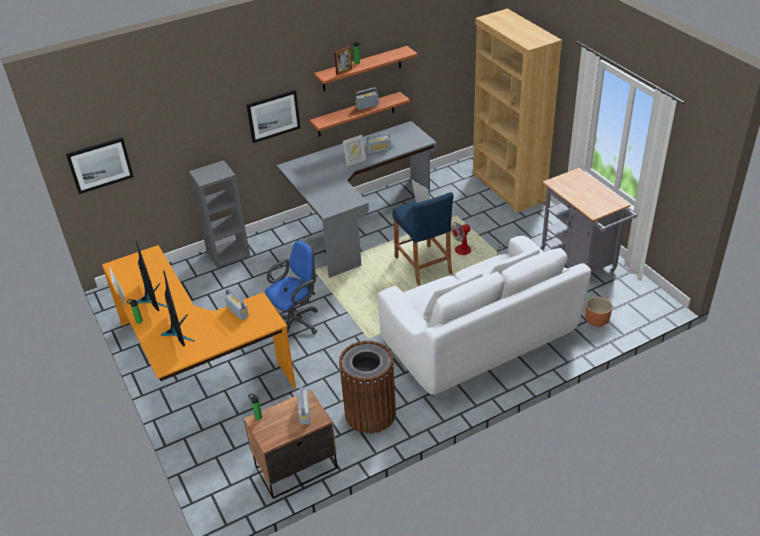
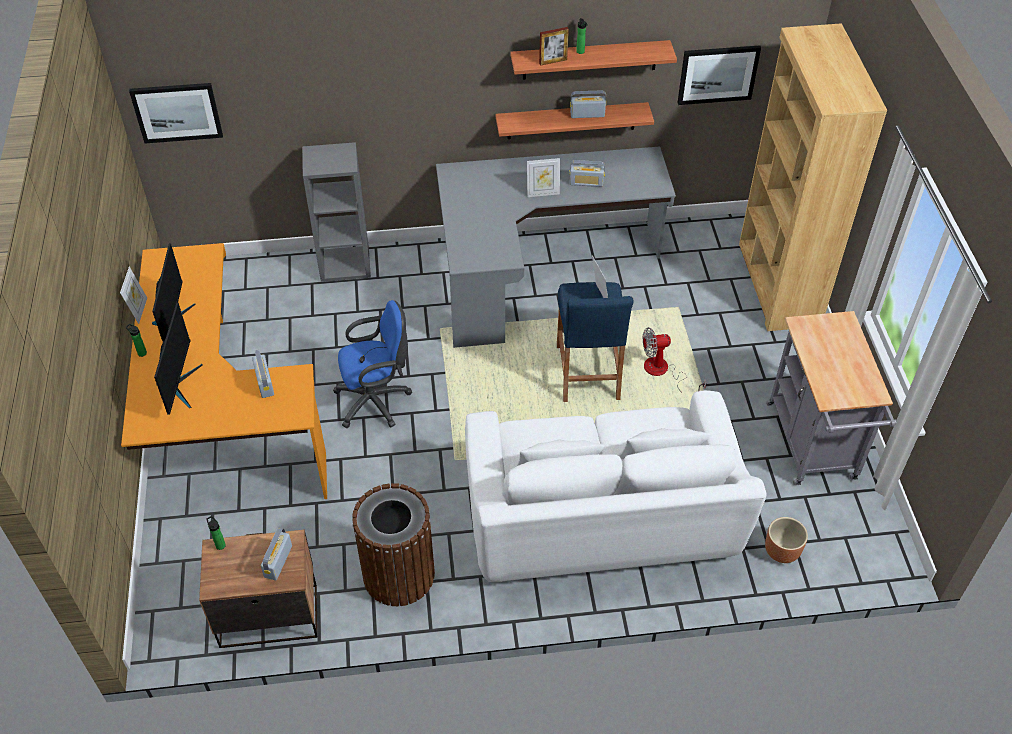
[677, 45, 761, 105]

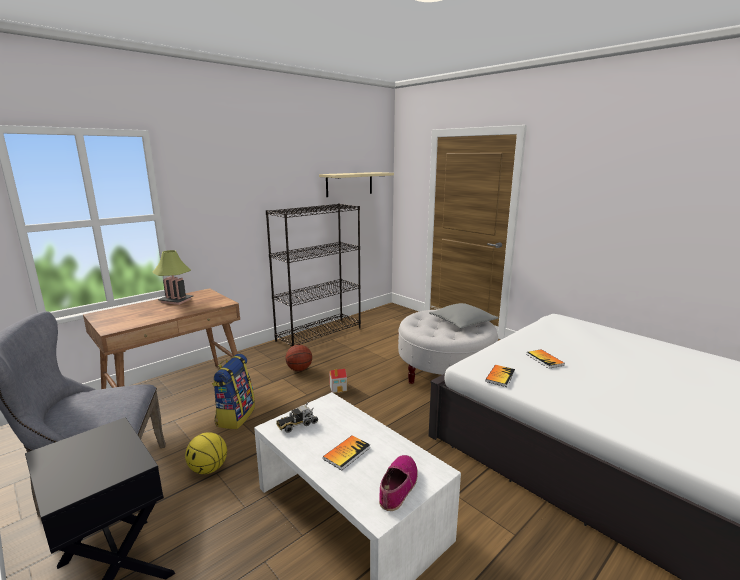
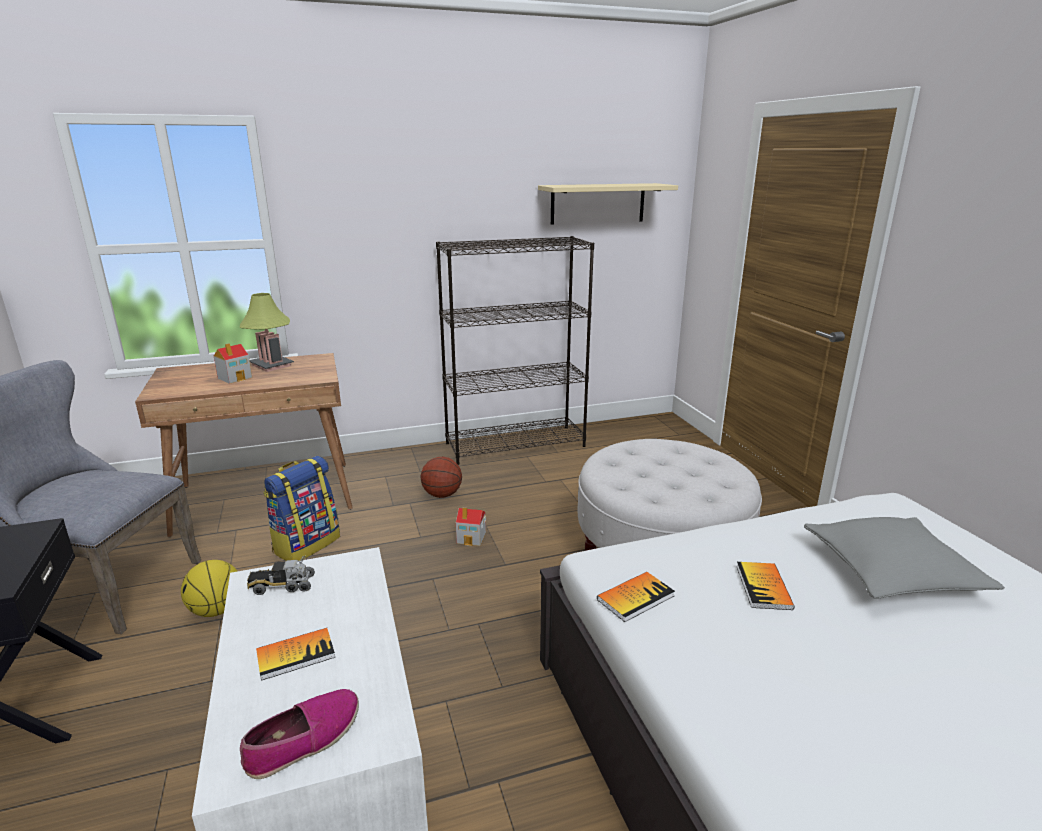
[804, 517, 1005, 599]
[214, 343, 252, 384]

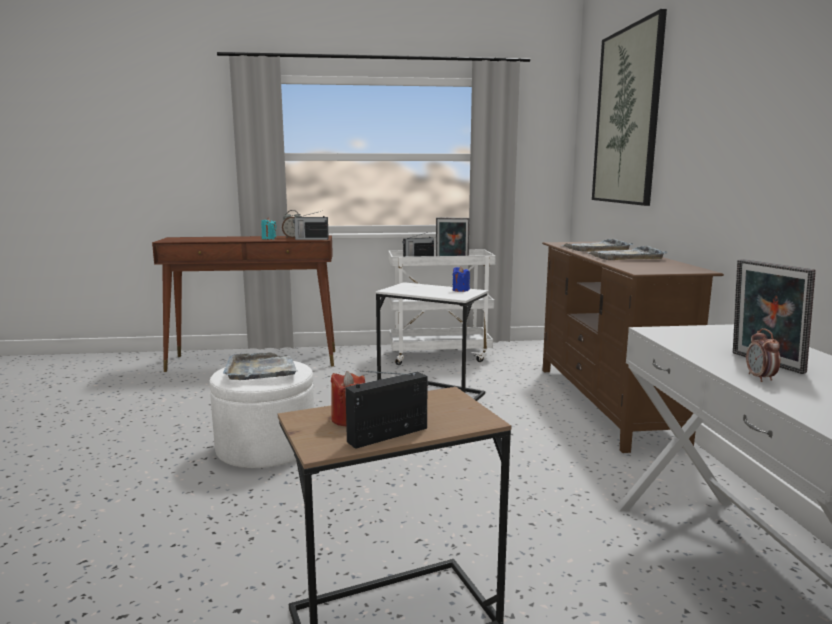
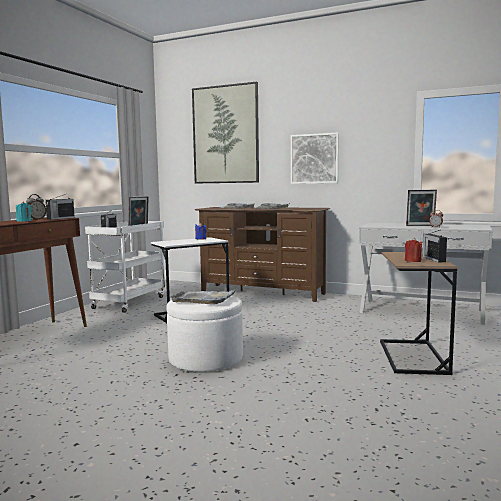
[291, 133, 339, 184]

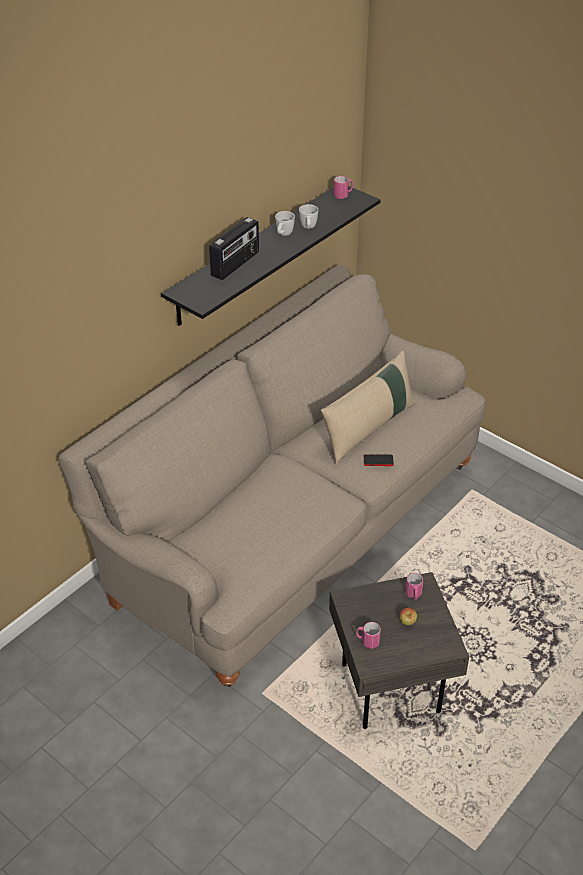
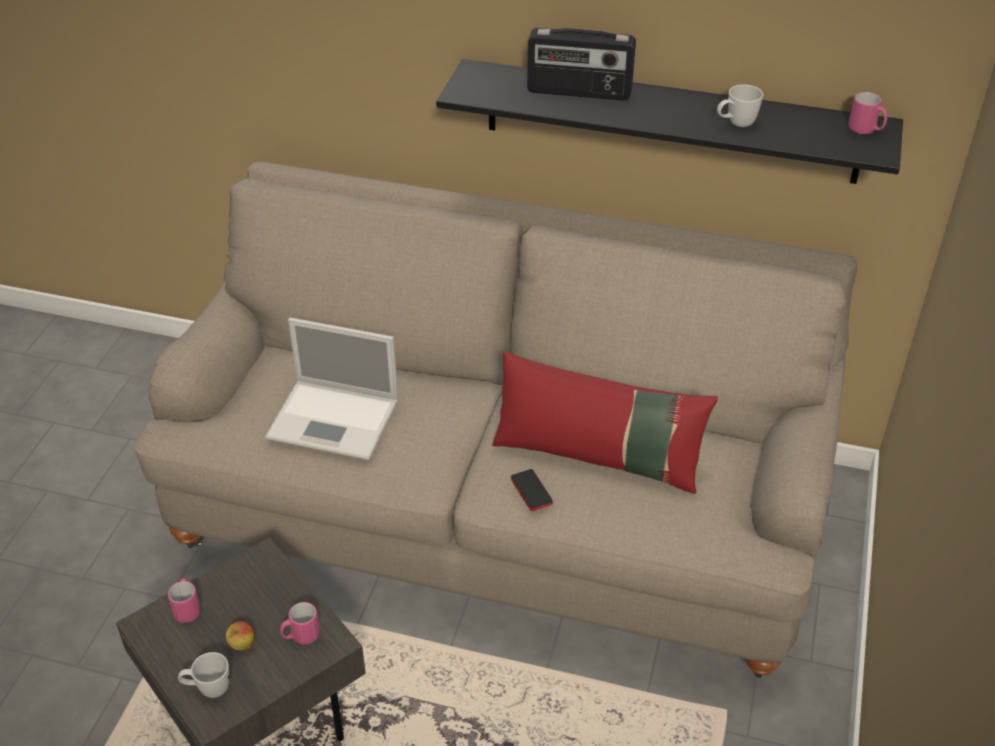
[178, 652, 230, 698]
[492, 351, 718, 494]
[265, 318, 398, 461]

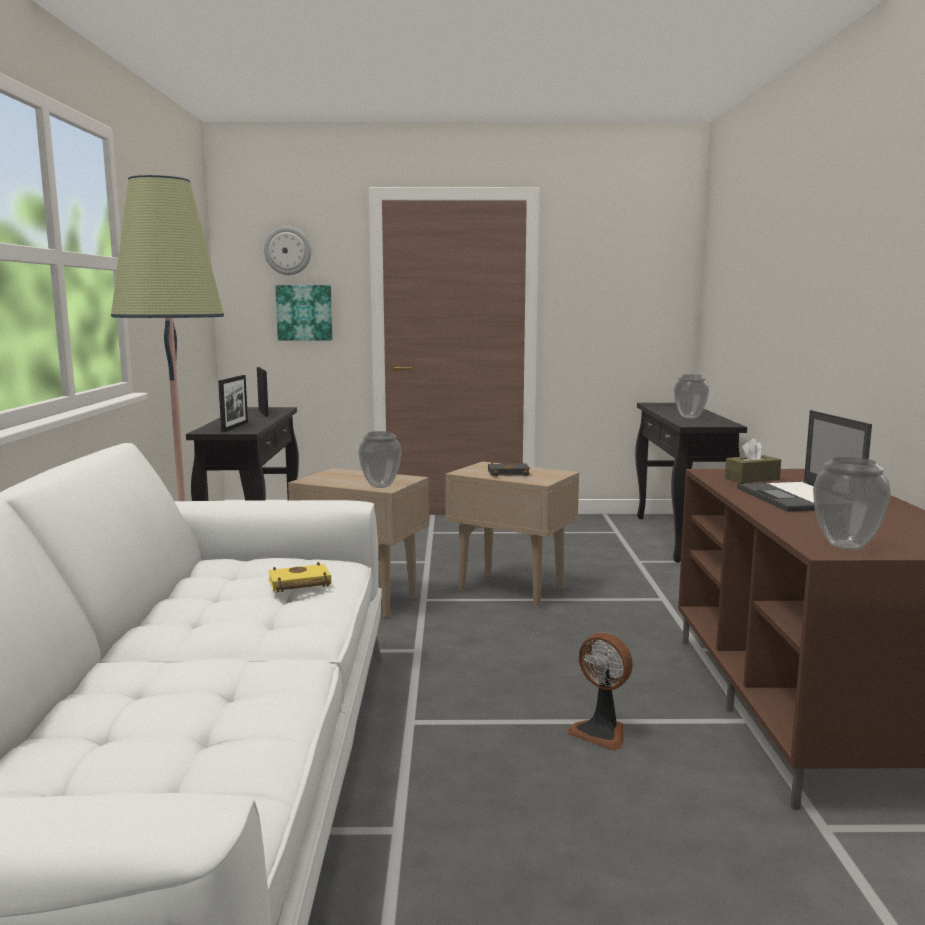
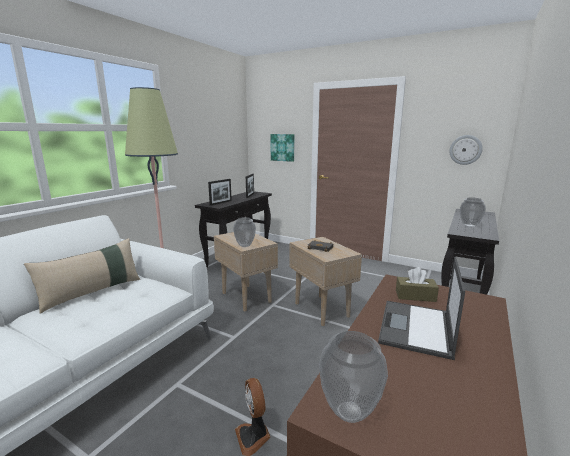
[449, 135, 483, 165]
[268, 562, 331, 592] (first image)
[24, 238, 140, 314]

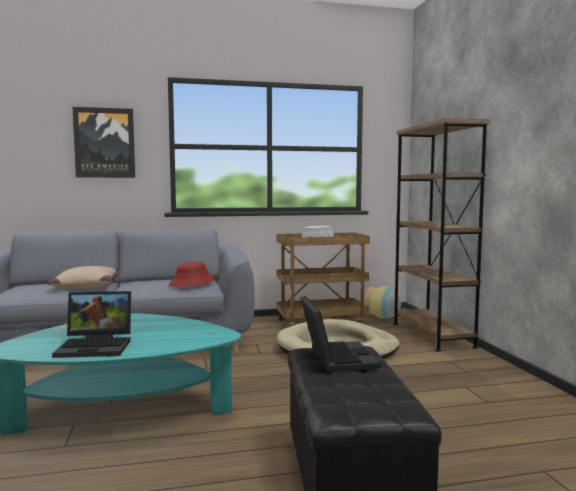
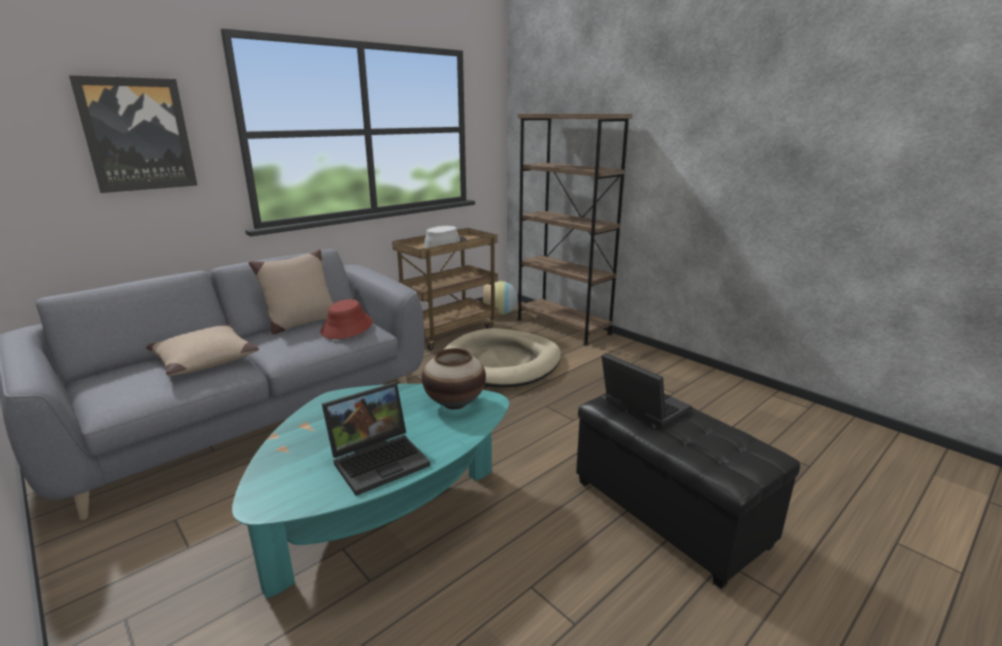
[248, 249, 334, 334]
[422, 348, 486, 410]

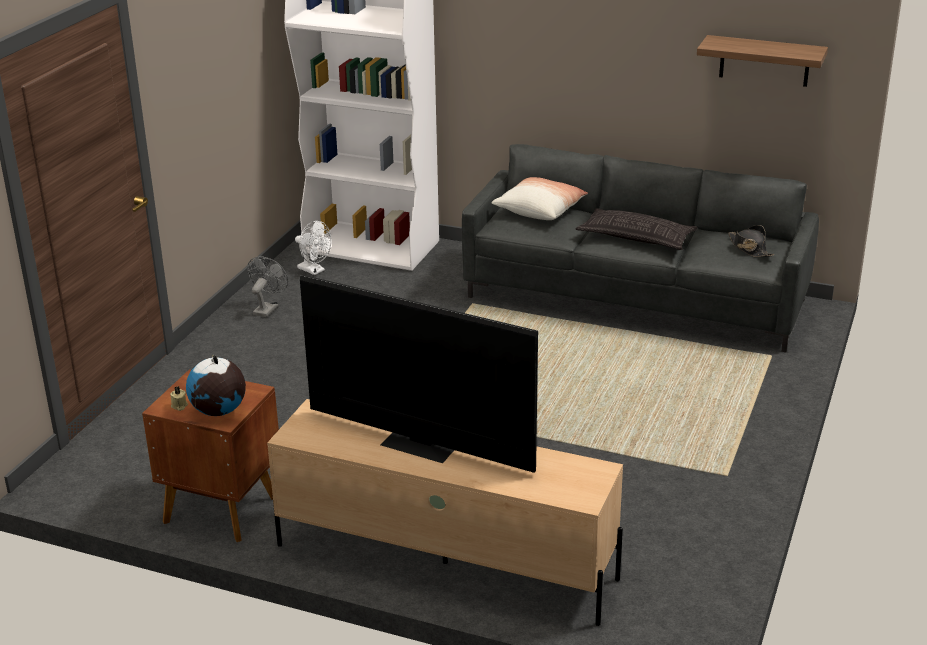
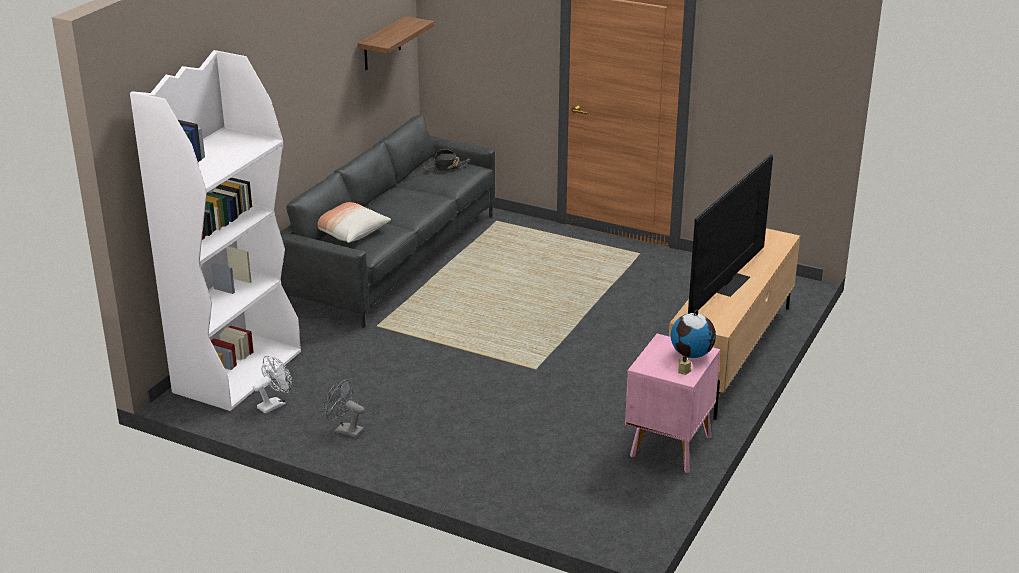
[576, 208, 698, 250] (first image)
[625, 334, 720, 473]

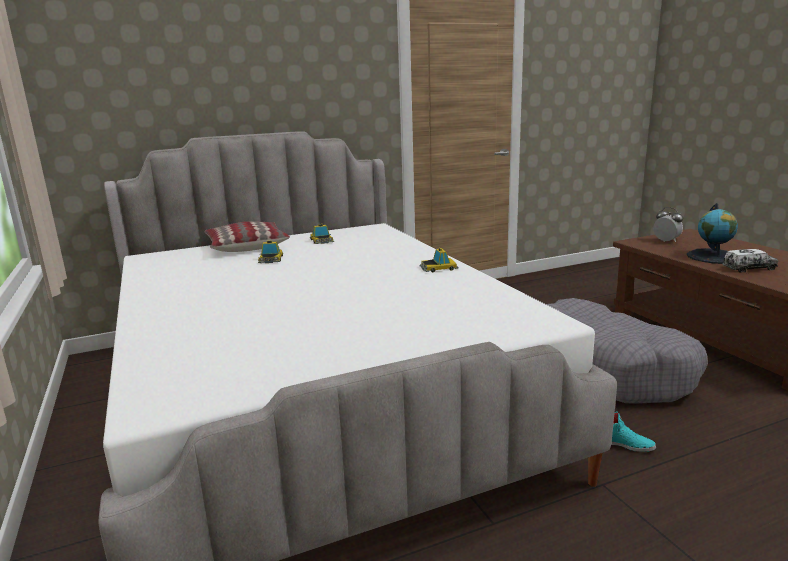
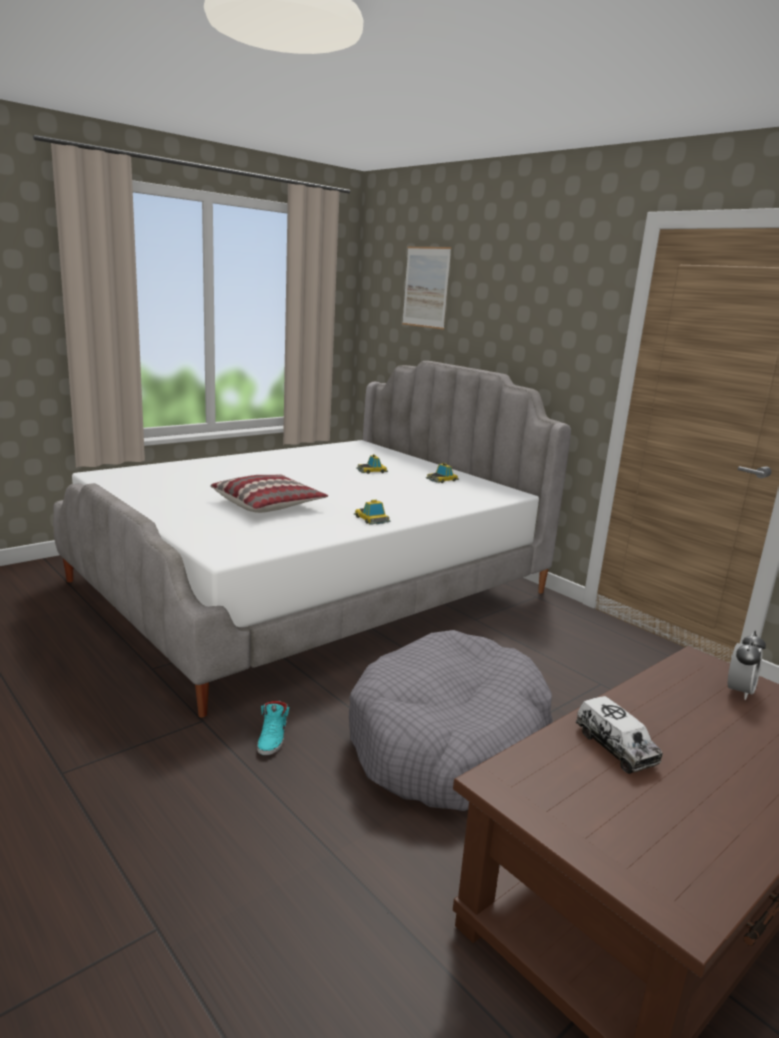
[687, 203, 738, 264] (first image)
[210, 475, 328, 513]
[402, 247, 451, 330]

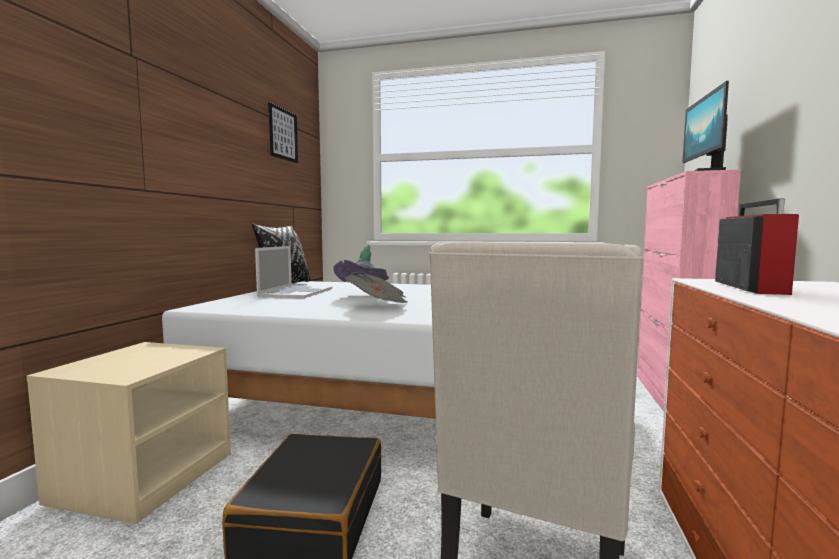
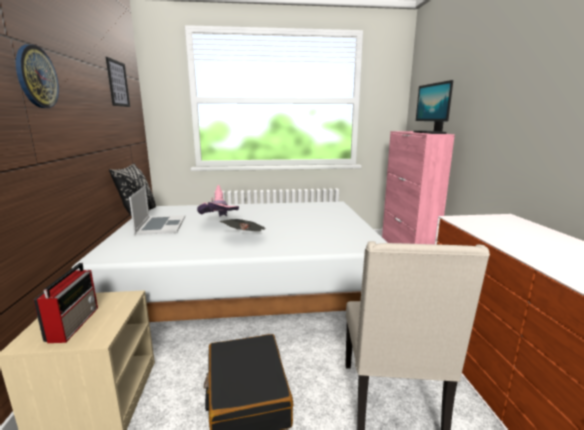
[33, 263, 98, 343]
[197, 185, 239, 217]
[16, 44, 59, 108]

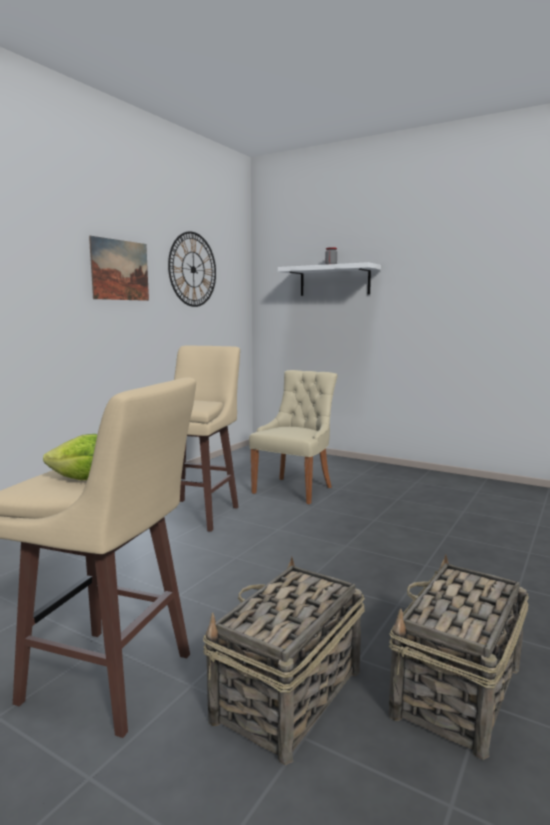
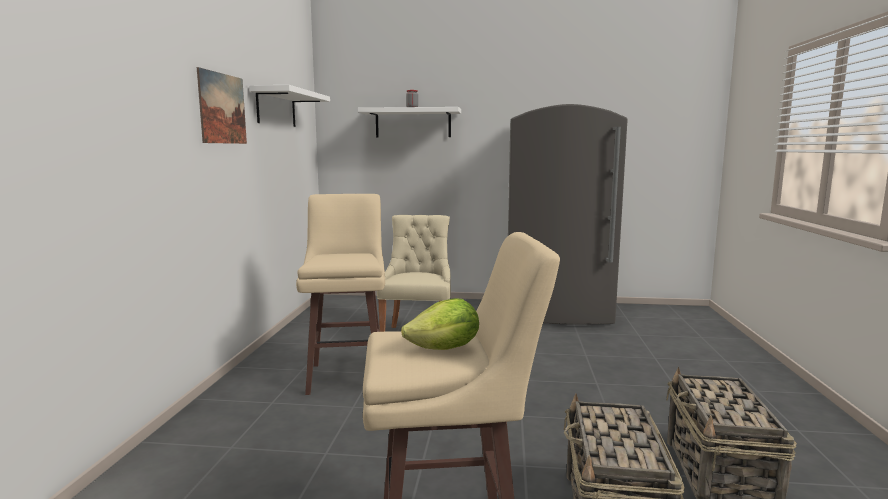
[249, 85, 330, 127]
[508, 104, 628, 325]

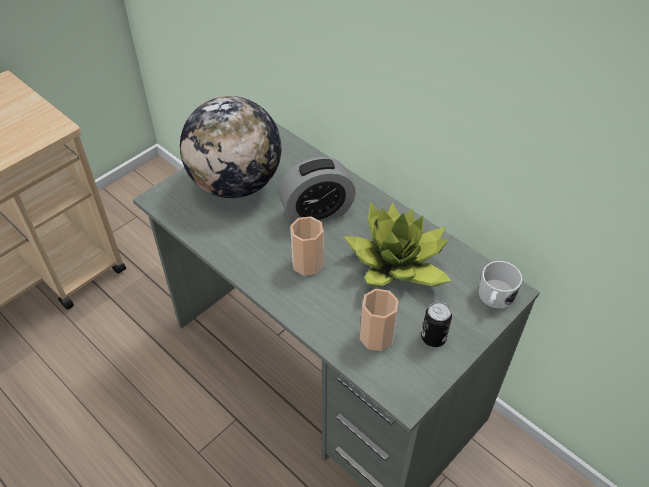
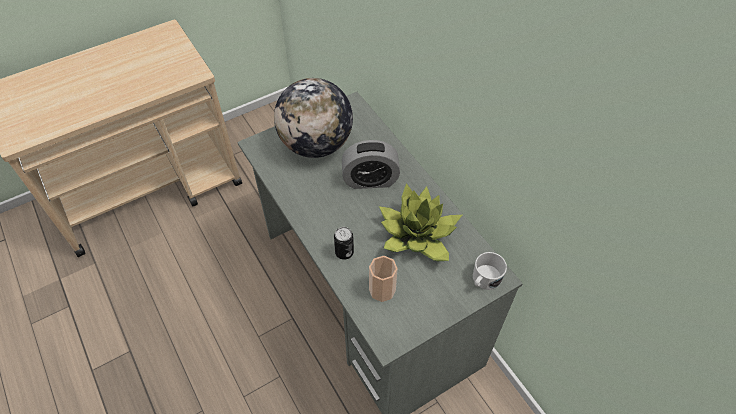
[290, 216, 324, 276] (first image)
[334, 227, 354, 260]

